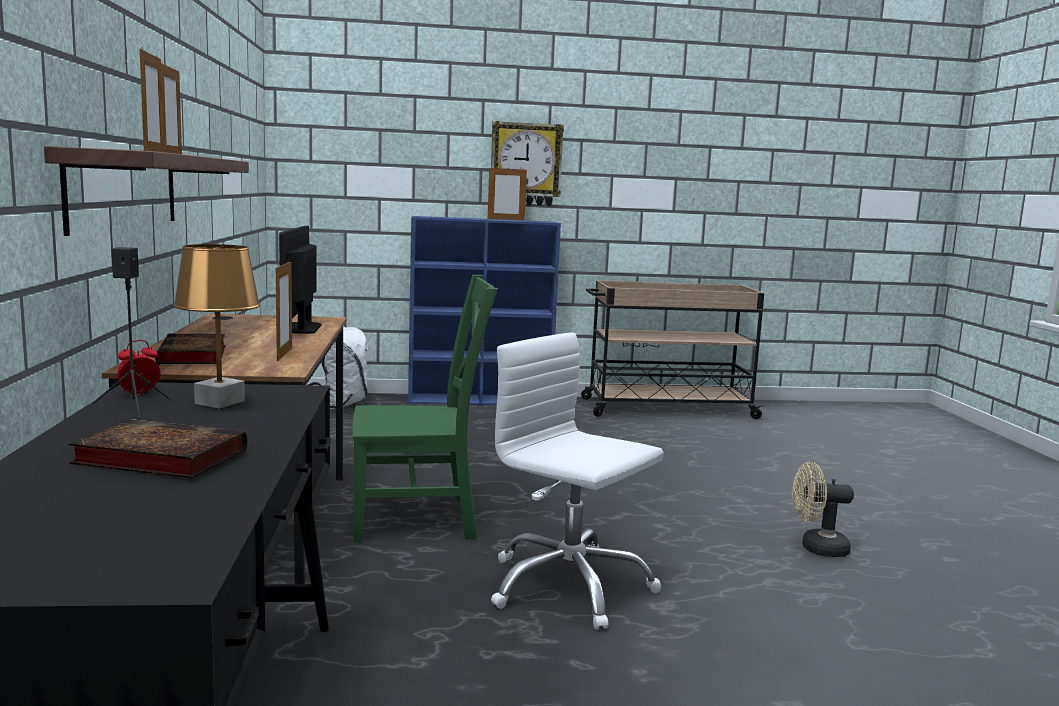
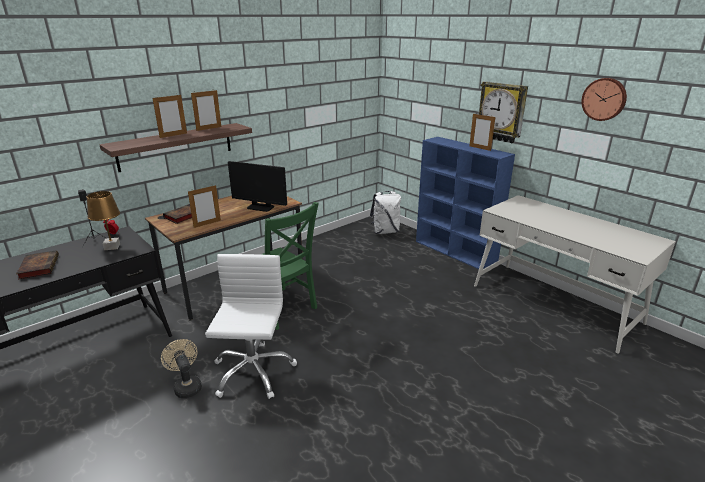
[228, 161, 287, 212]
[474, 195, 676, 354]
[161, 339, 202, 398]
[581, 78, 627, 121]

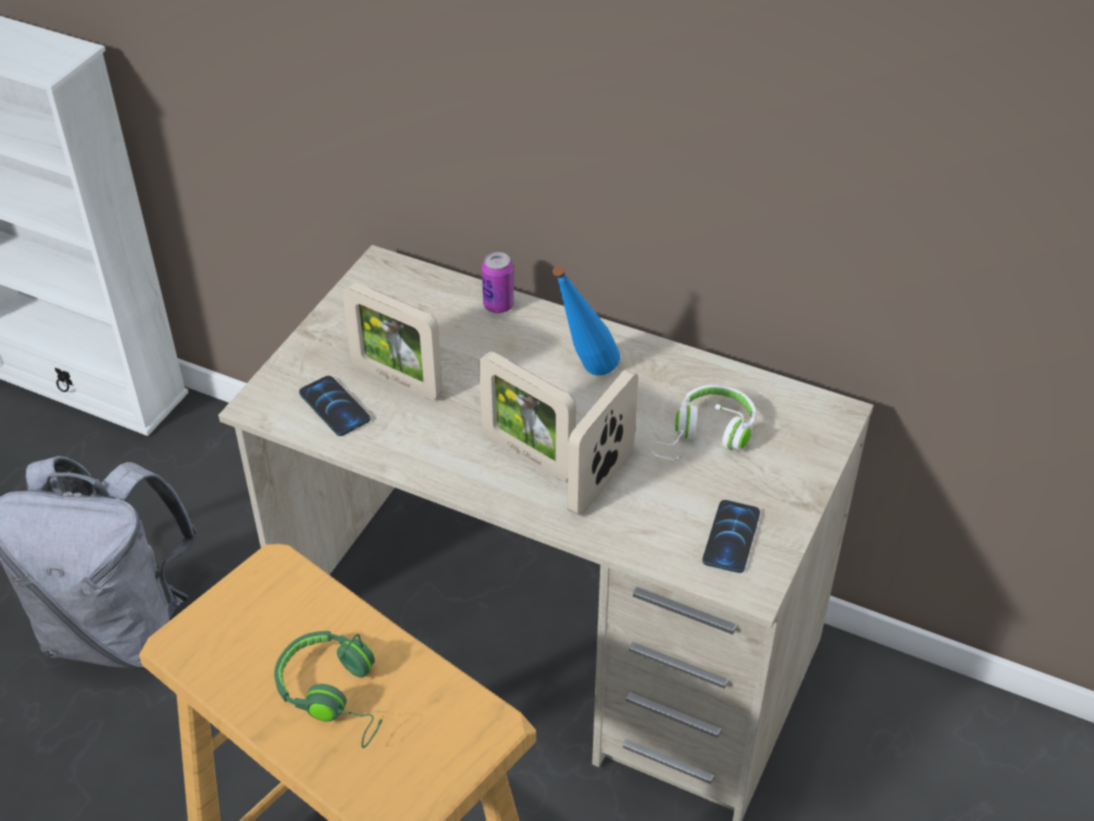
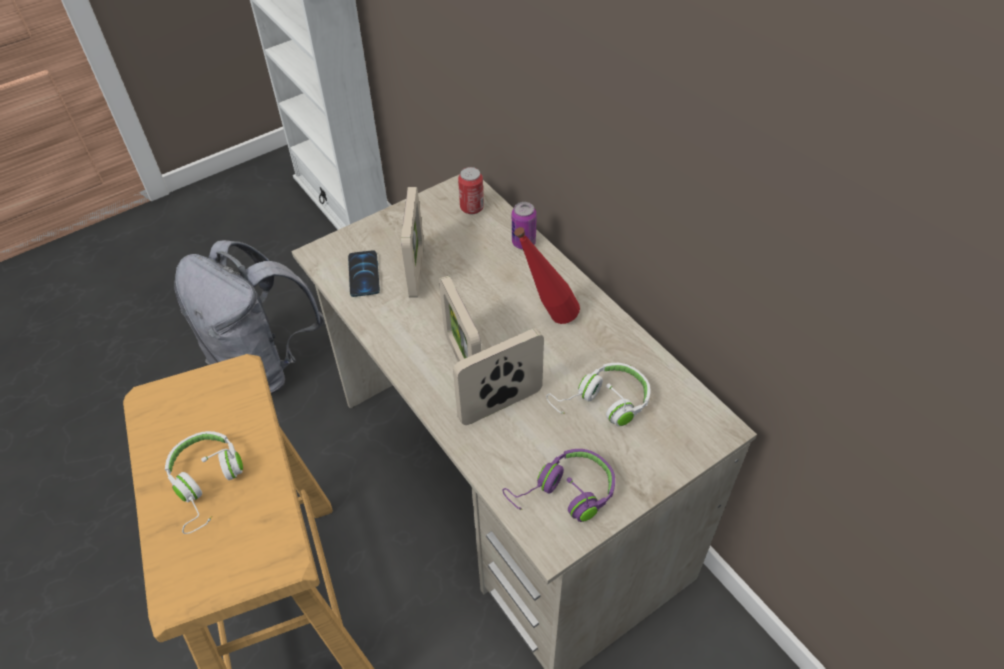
[514, 227, 580, 324]
[401, 187, 424, 298]
[503, 449, 615, 522]
[165, 431, 243, 534]
[458, 167, 484, 214]

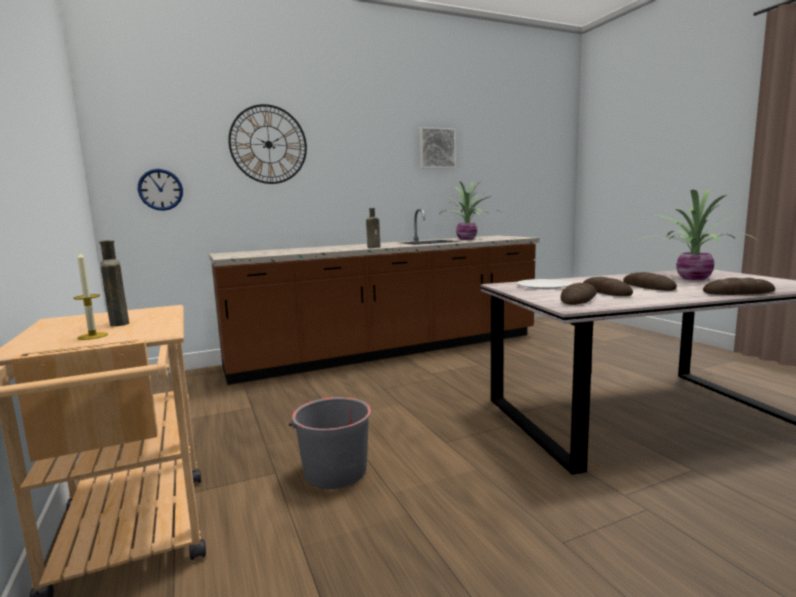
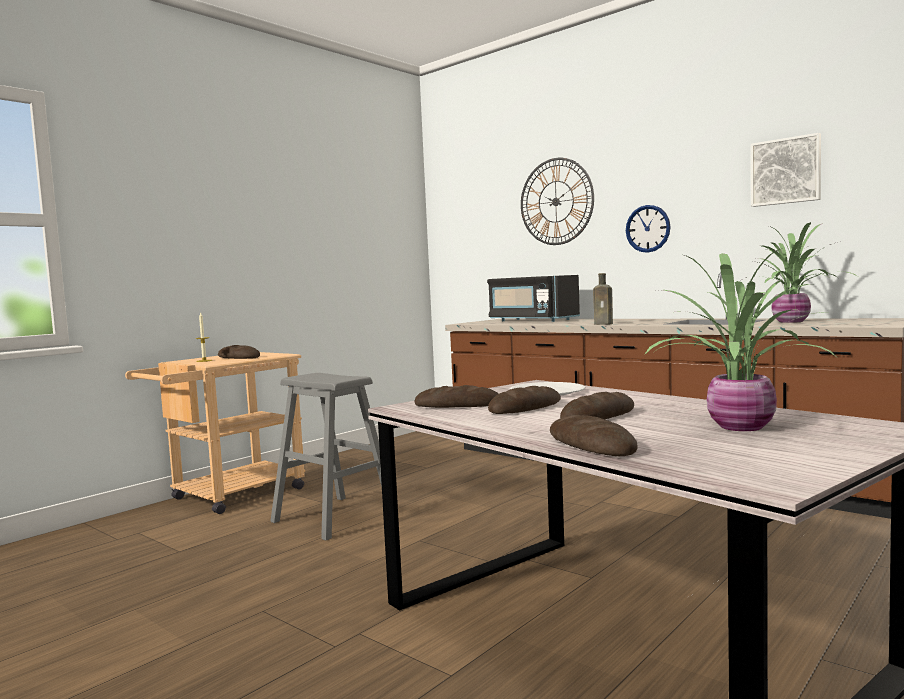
[626, 205, 671, 253]
[218, 345, 260, 359]
[270, 373, 382, 541]
[487, 275, 580, 322]

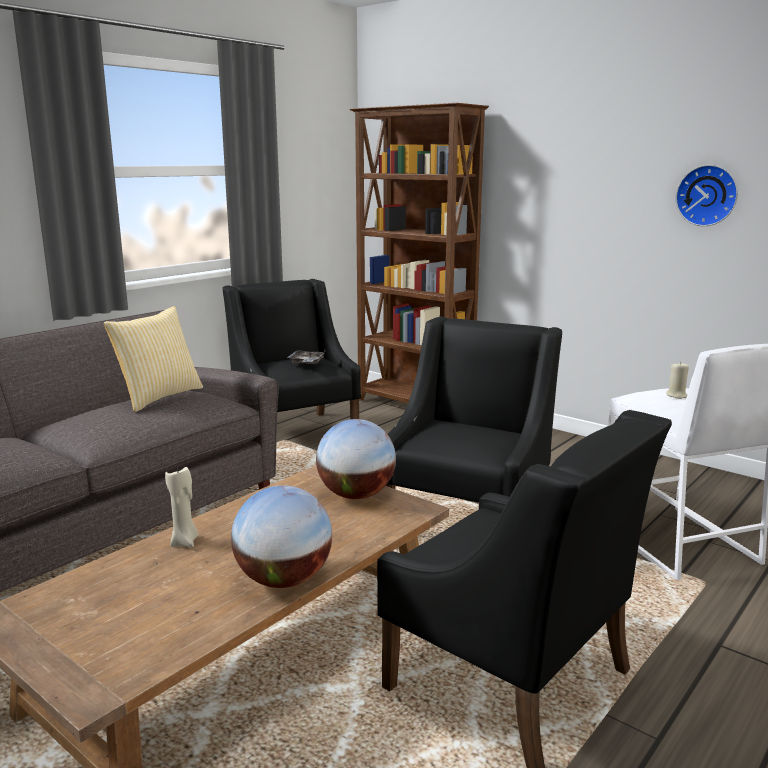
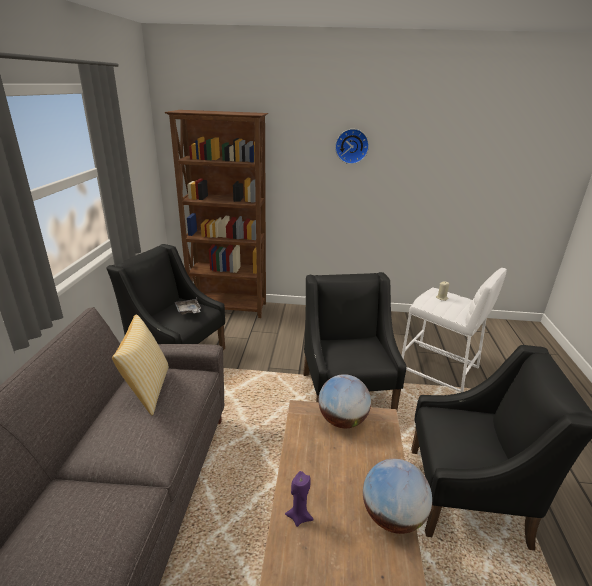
[335, 129, 369, 164]
[285, 471, 314, 527]

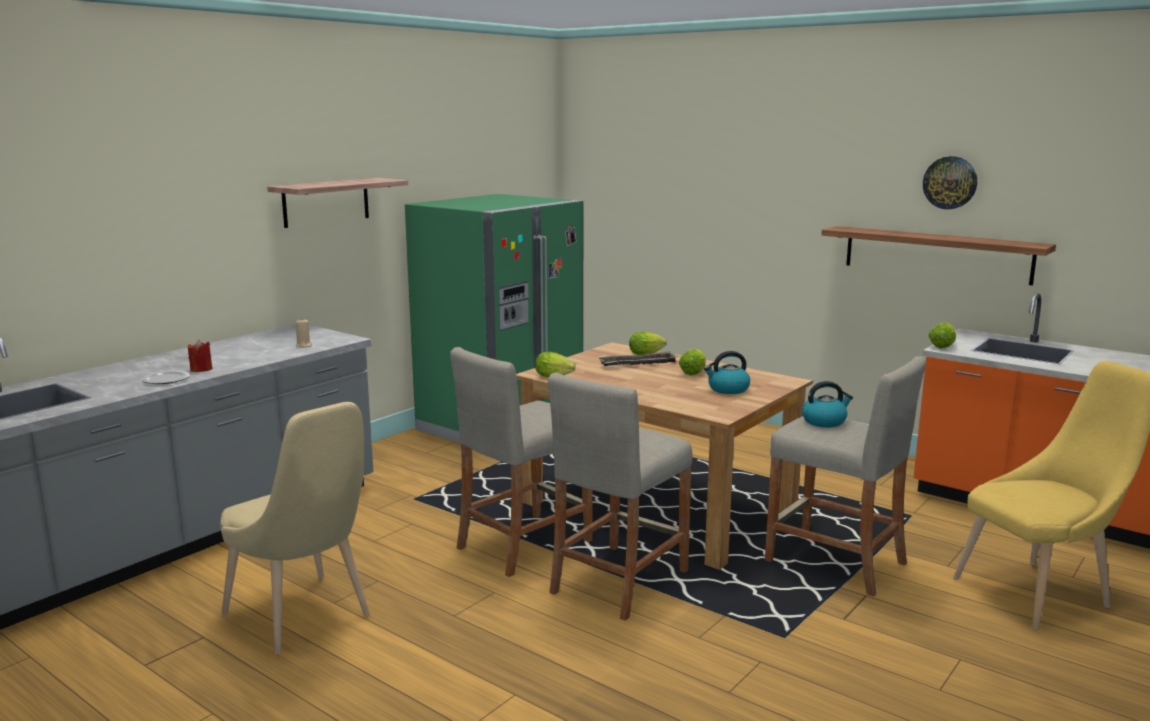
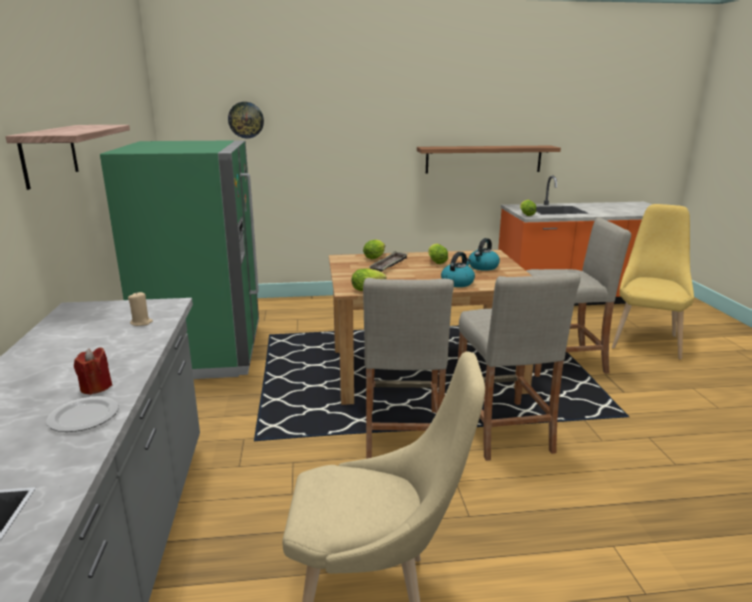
[228, 102, 264, 138]
[441, 252, 475, 287]

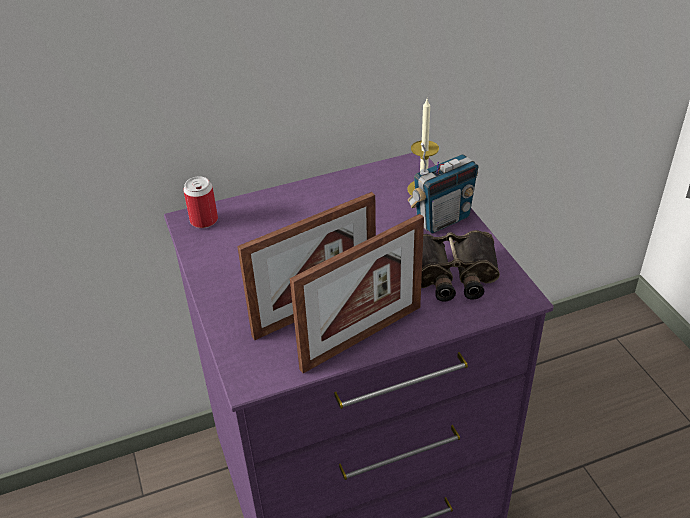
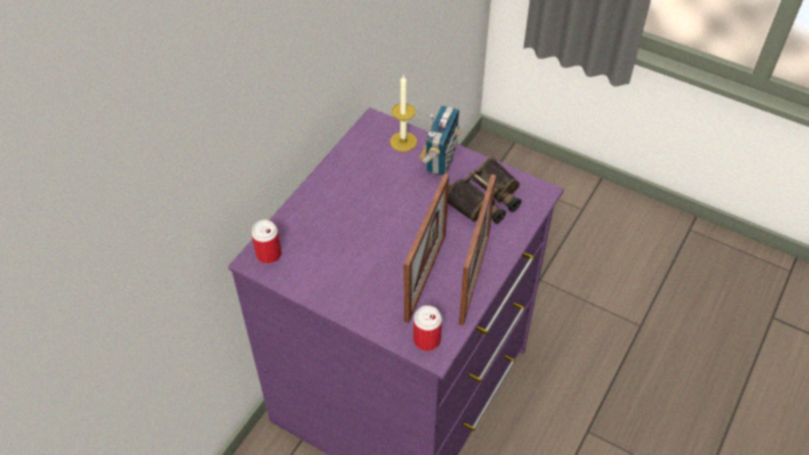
[413, 305, 442, 351]

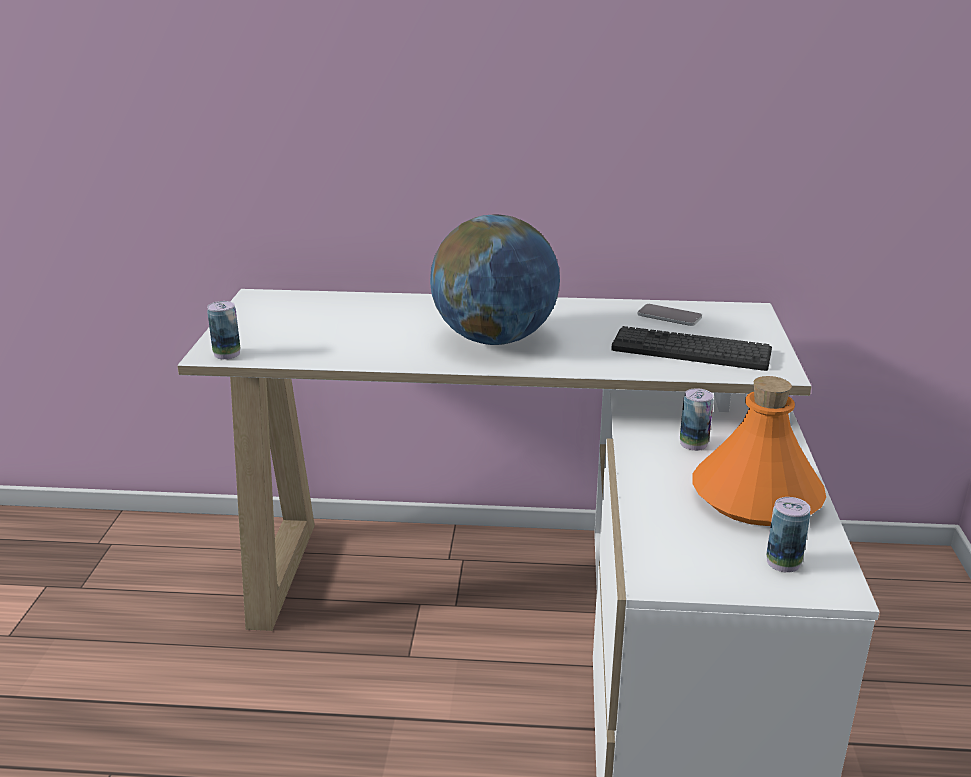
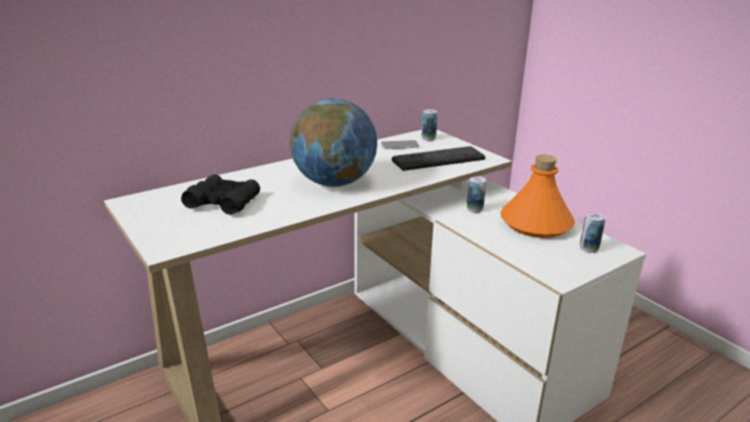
[422, 109, 438, 141]
[181, 174, 260, 215]

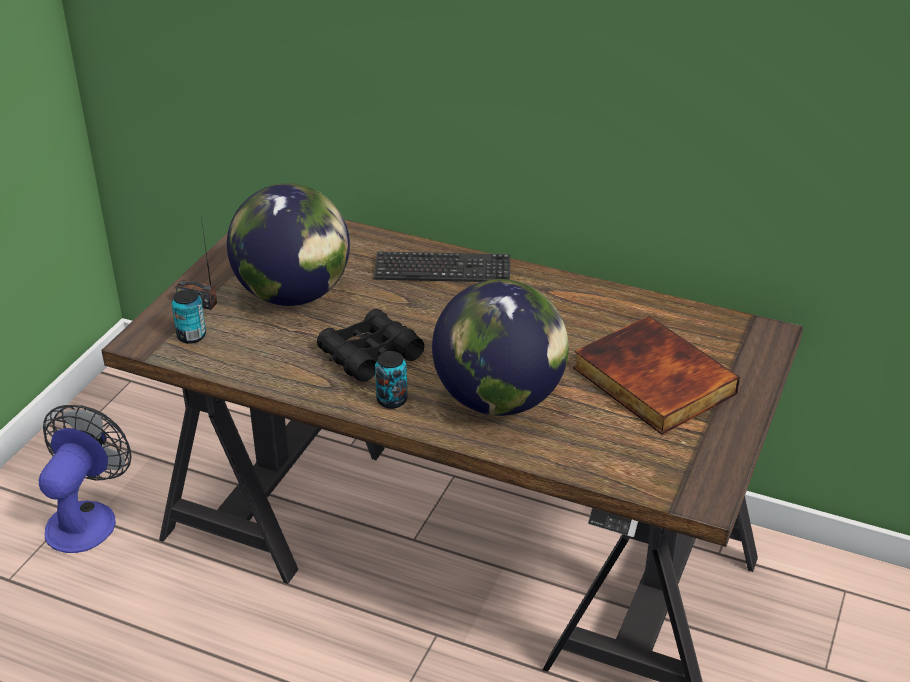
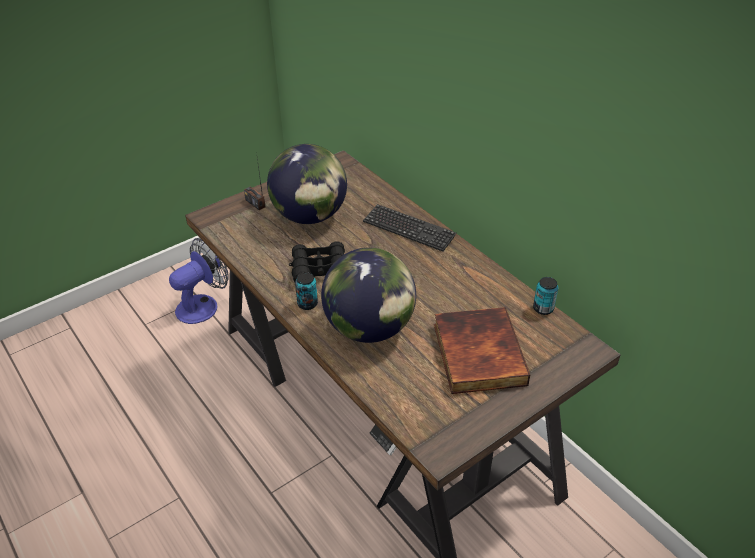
[533, 277, 558, 315]

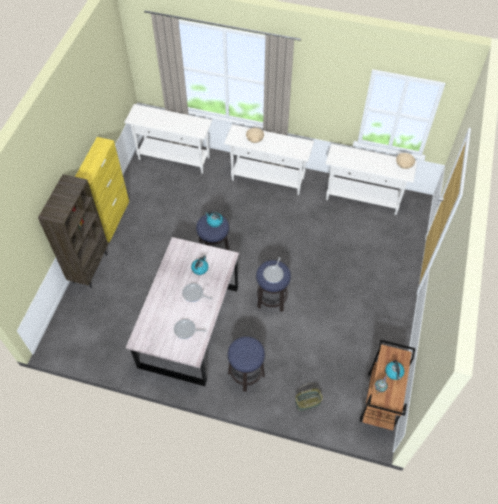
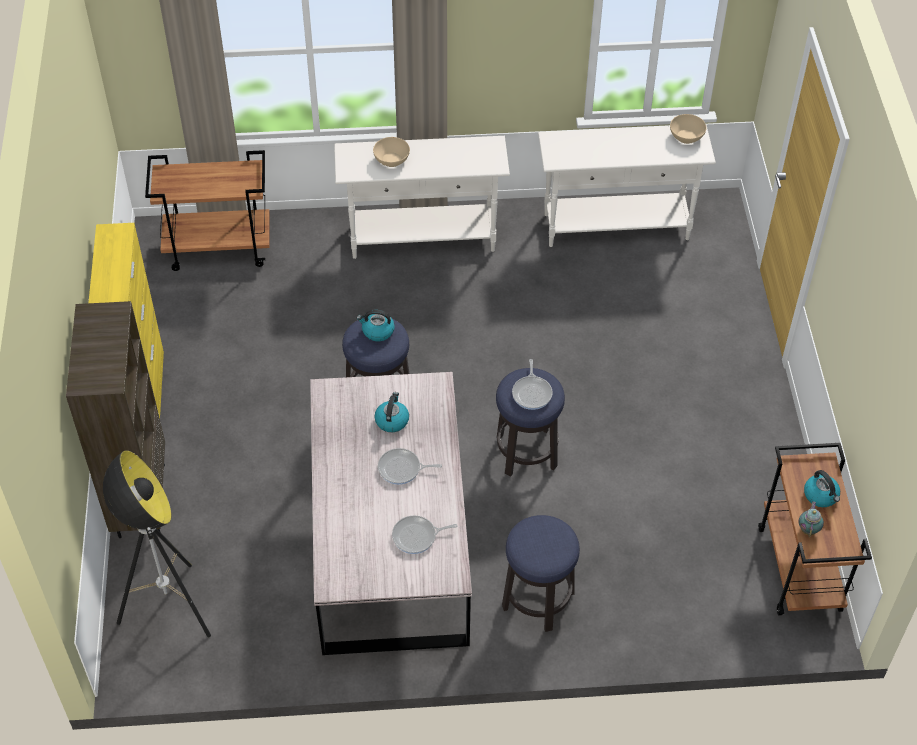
[145, 150, 270, 271]
[295, 383, 323, 411] (first image)
[103, 450, 211, 637]

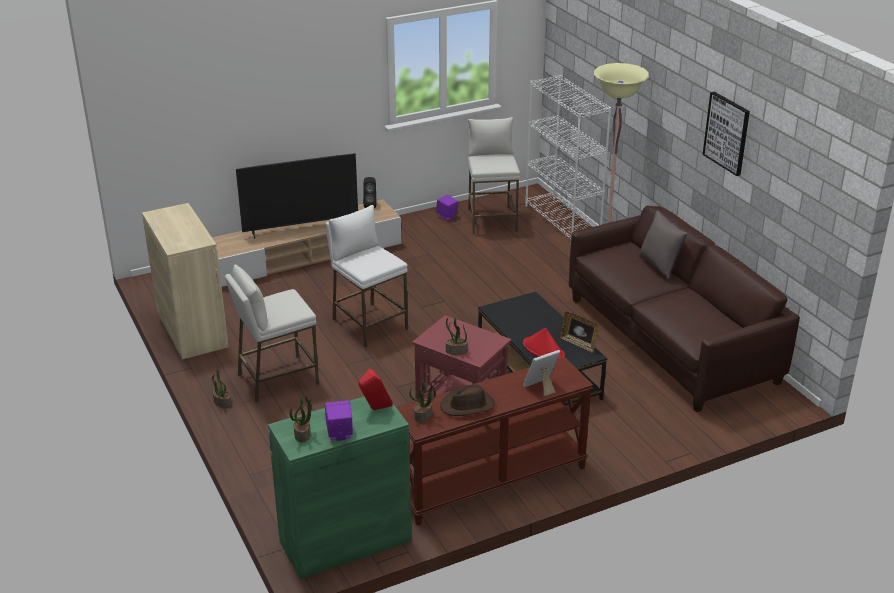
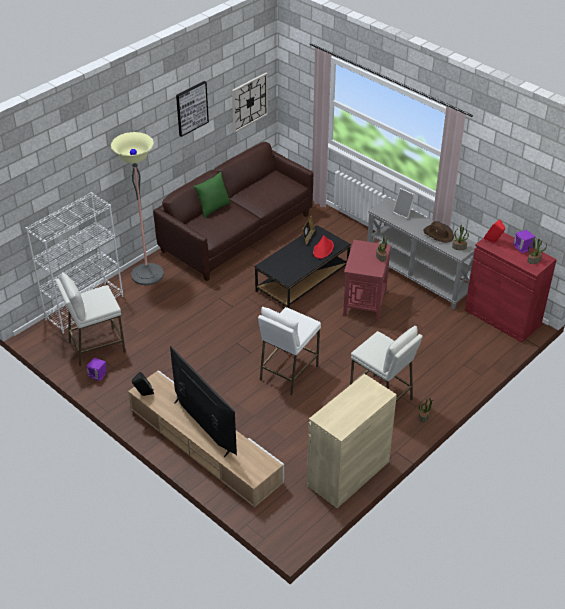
[194, 172, 231, 219]
[367, 197, 476, 310]
[465, 232, 557, 343]
[232, 73, 268, 133]

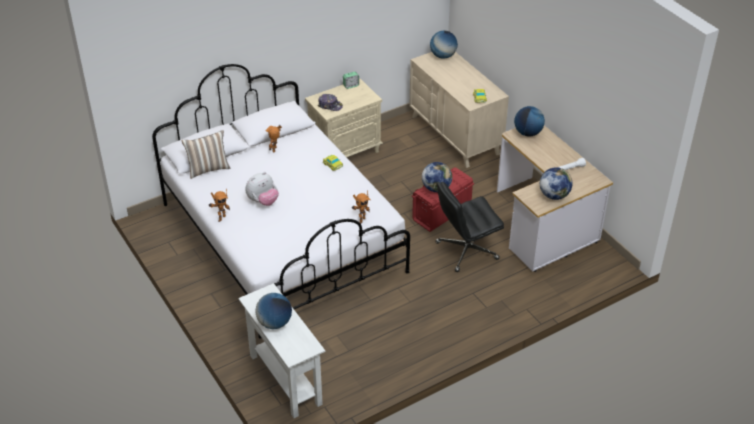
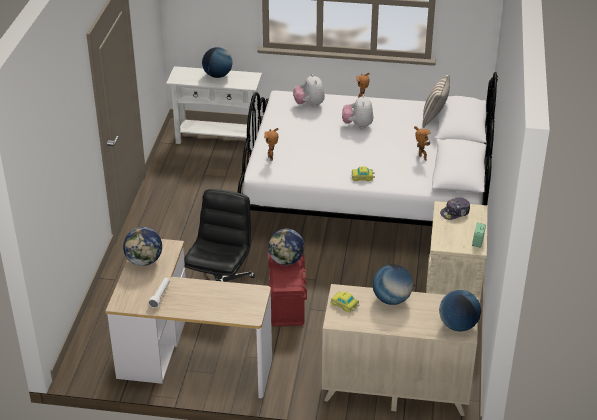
[373, 264, 413, 305]
[293, 74, 325, 107]

